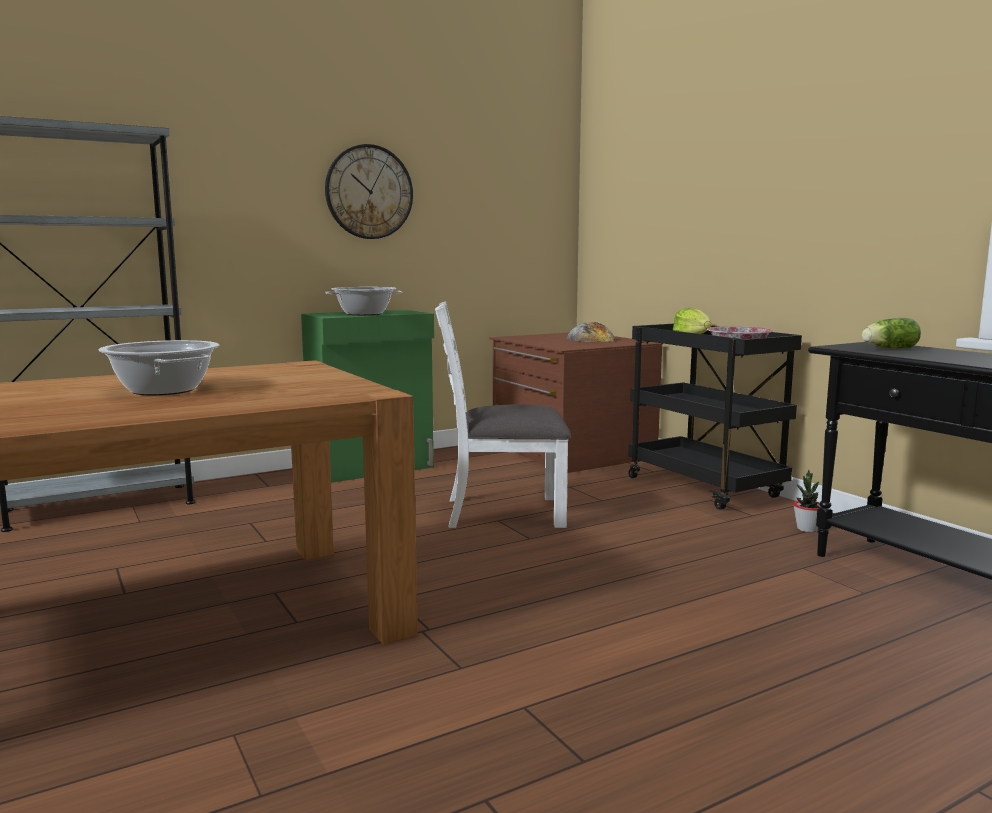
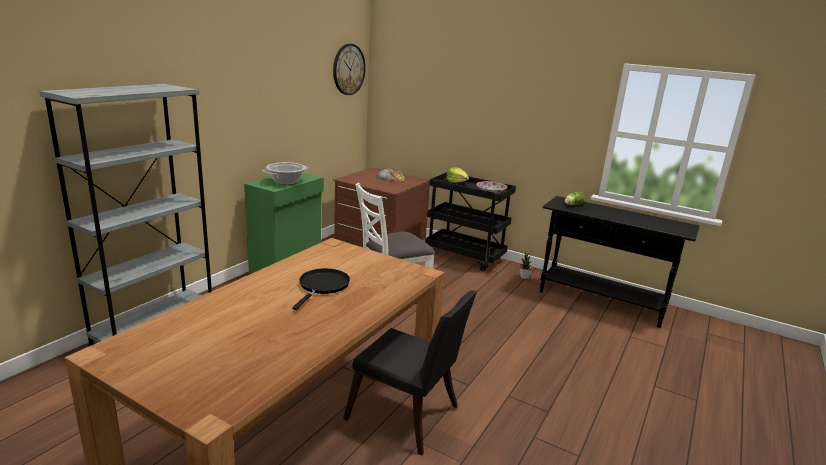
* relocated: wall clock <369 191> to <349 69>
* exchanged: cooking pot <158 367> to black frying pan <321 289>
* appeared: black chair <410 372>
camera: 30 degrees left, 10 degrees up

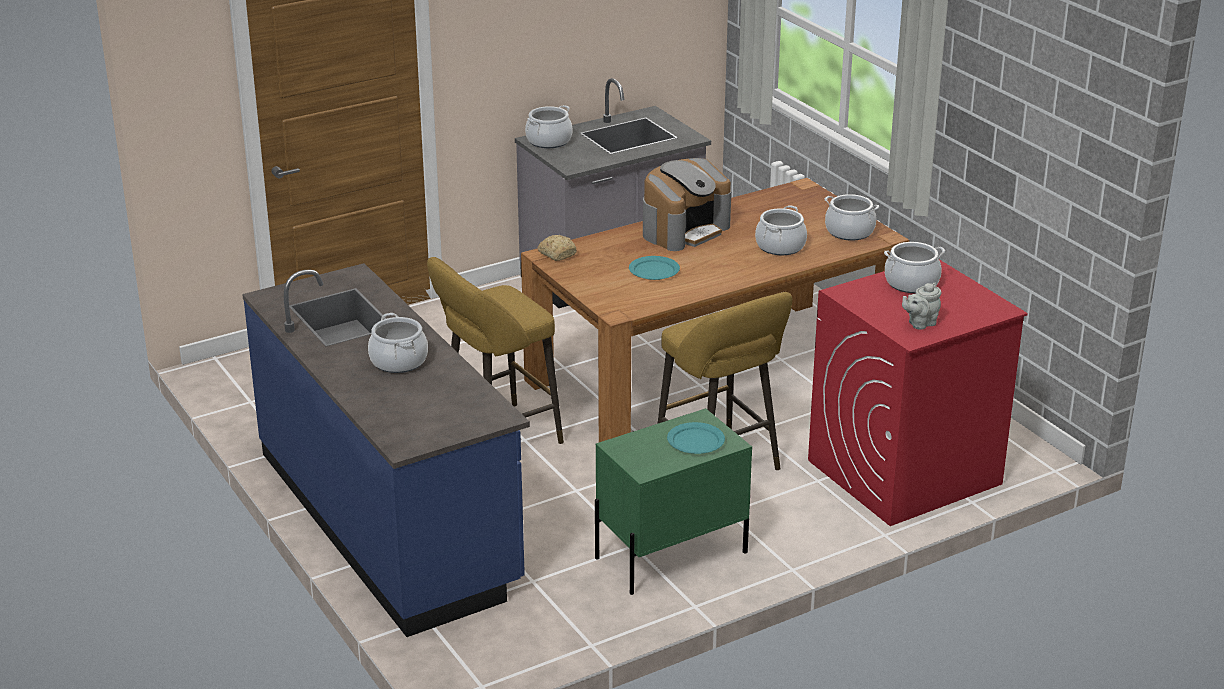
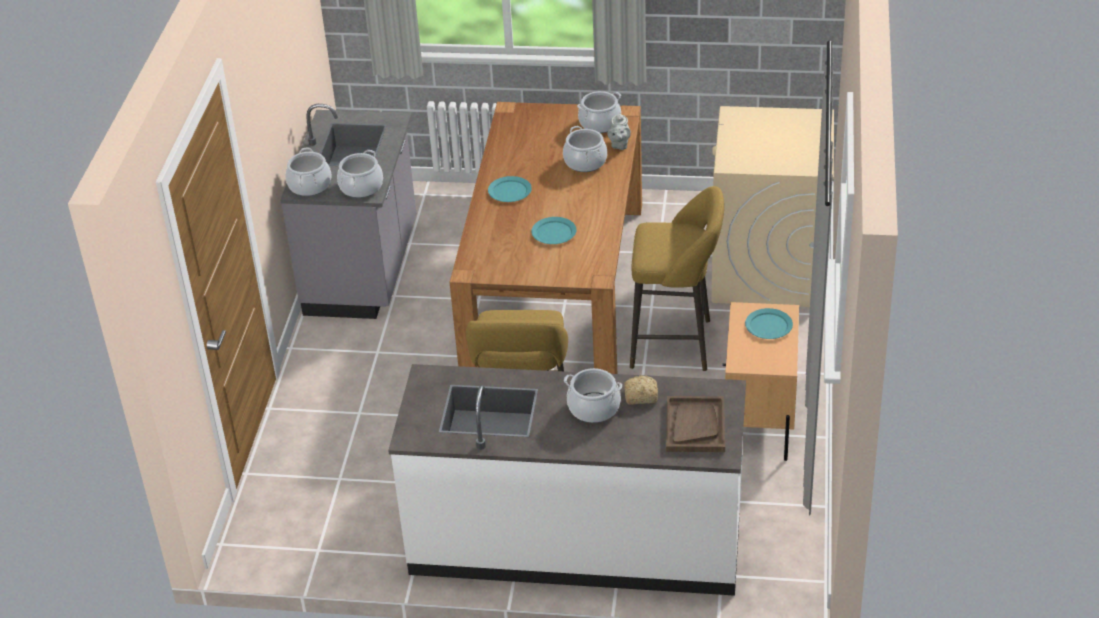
* exchanged: coffee machine <687 204> to turquoise plate <510 189>
* relocated: bread <557 248> to <641 390>
* relocated: cooking pot <914 267> to <360 174>
* colour: red washing machine <918 392> to beige washing machine <773 206>
* colour: blue counter <386 450> to white counter <567 480>
* relocated: grey teapot <921 306> to <619 131>
* colour: green nightstand <673 501> to beige nightstand <761 381>
* appeared: brown tray <695 424>
camera: 50 degrees left, 10 degrees up

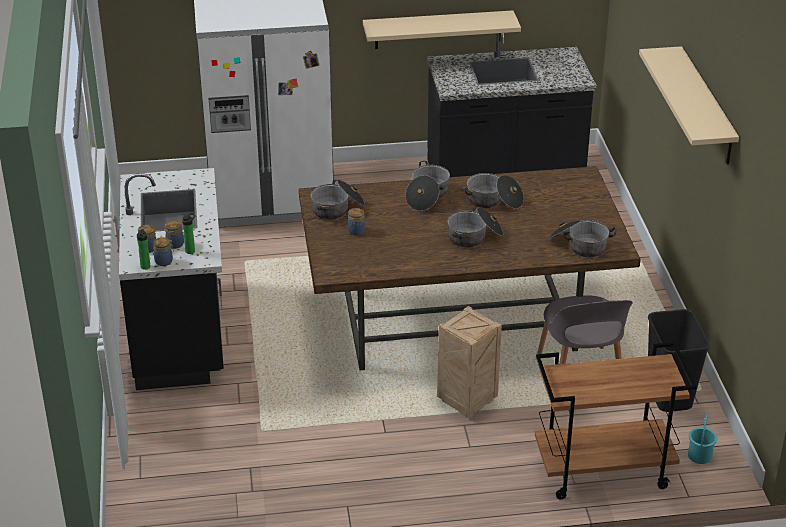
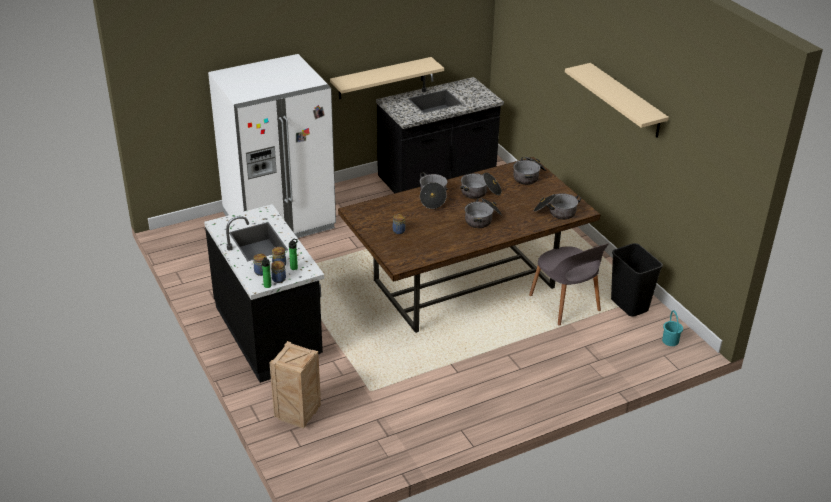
* relocated: cooking pot <337 200> to <529 171>
* relocated: crate <469 362> to <295 385>
* missing: brown cart <615 420>
camera: 20 degrees left, 0 degrees up

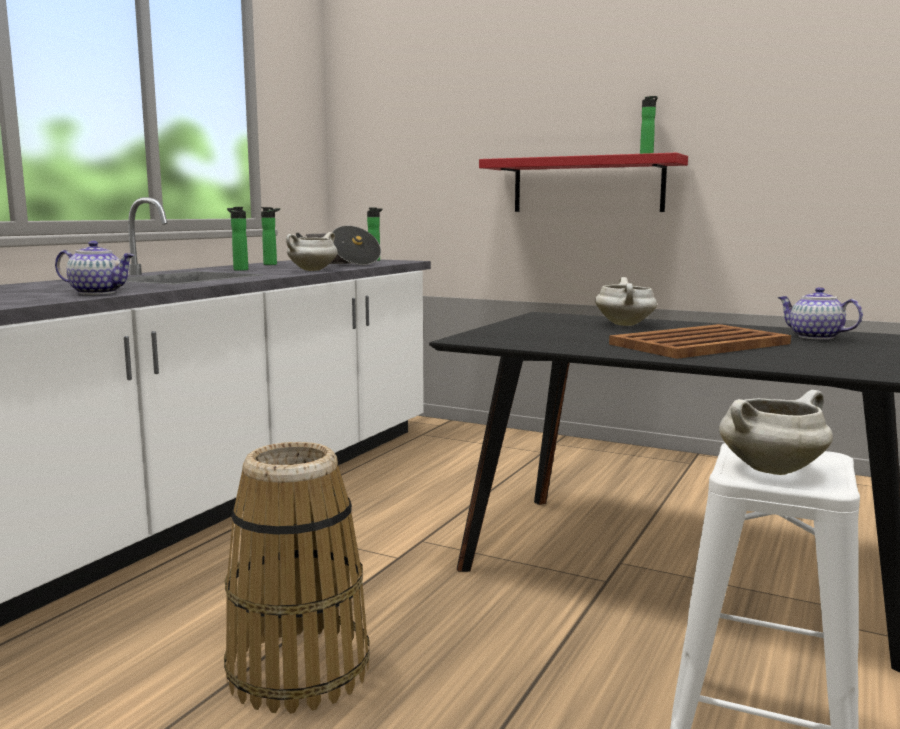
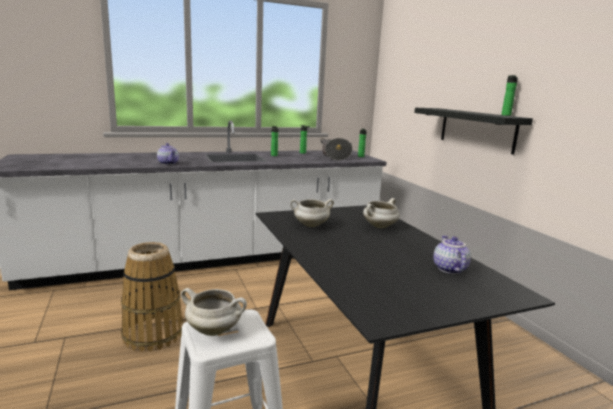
* colour: red shelf <583 182> to black shelf <473 131>
* relocated: white cooking pot <312 251> to <312 213>
* missing: brown tray <700 341>
camera: 40 degrees right, 5 degrees up

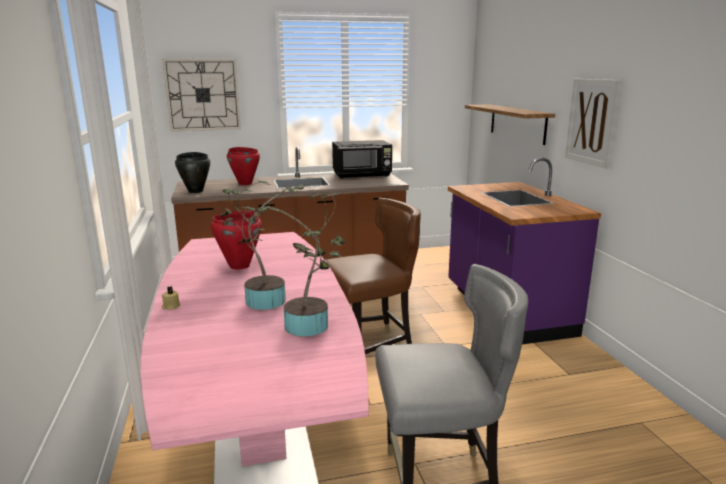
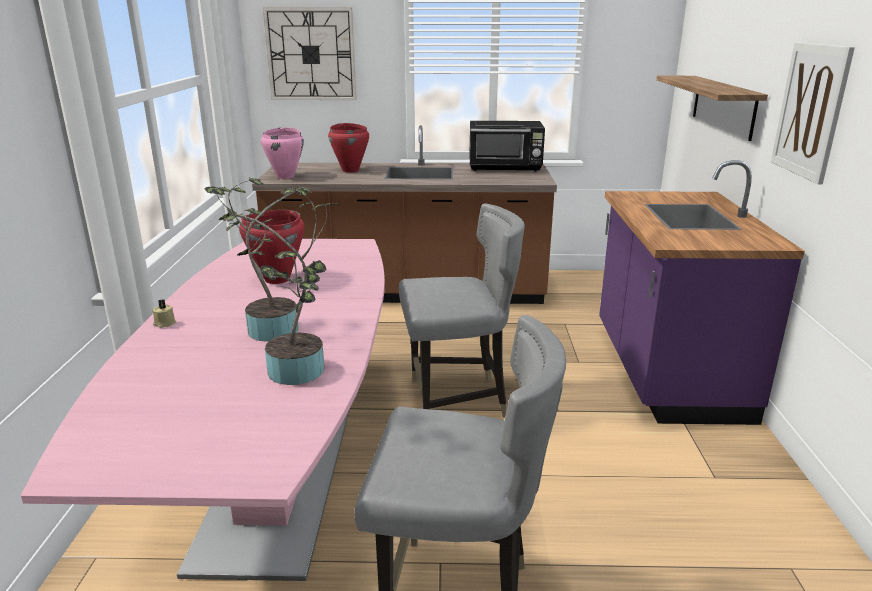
* colour: black cooking pot <193 172> to pink cooking pot <282 153>
* colour: brown chair <373 276> to grey chair <462 310>
camera: 15 degrees right, 5 degrees up

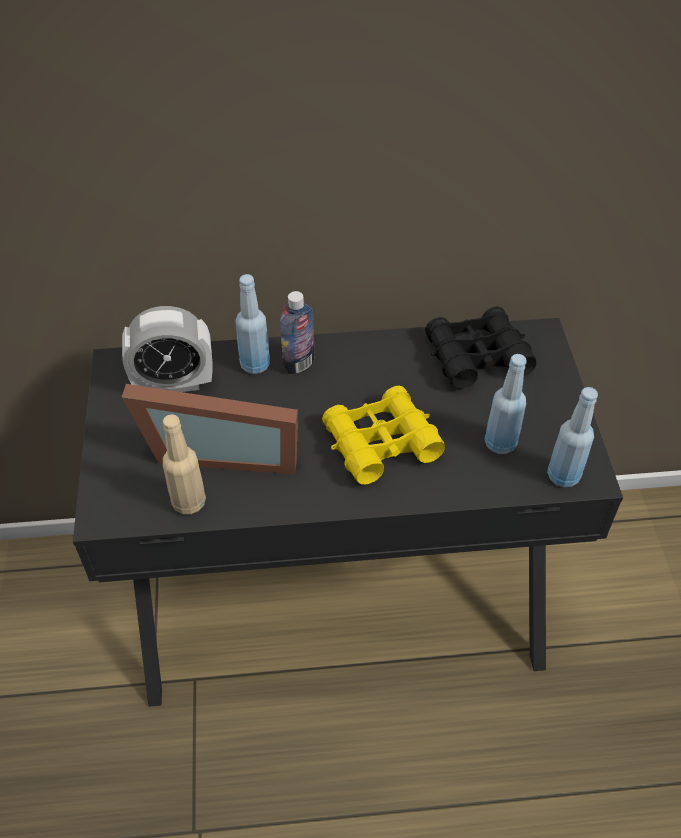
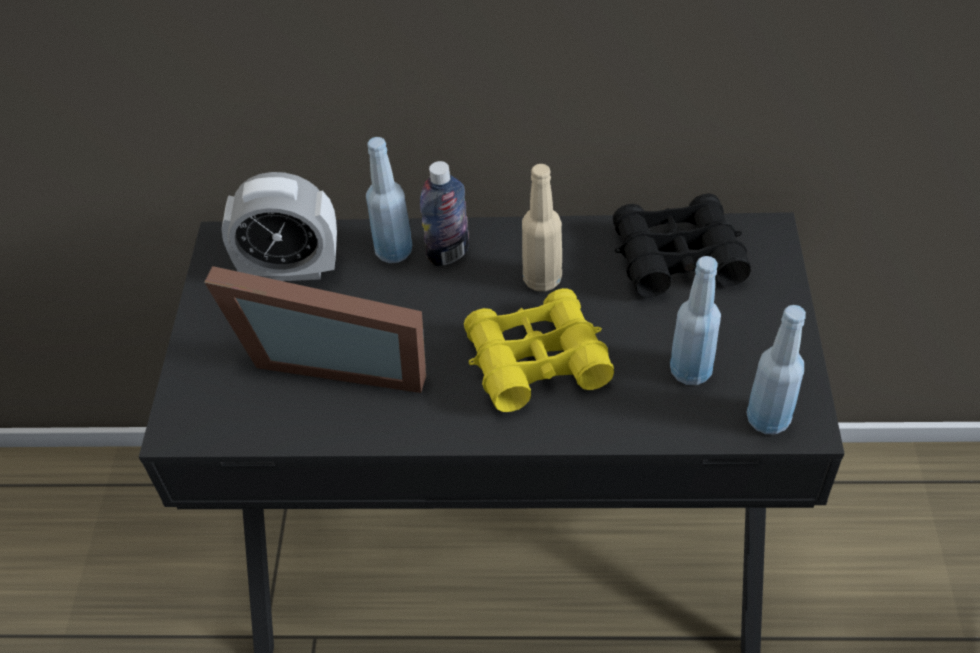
* relocated: beige bottle <184 464> to <542 228>
camera: 10 degrees right, 0 degrees up

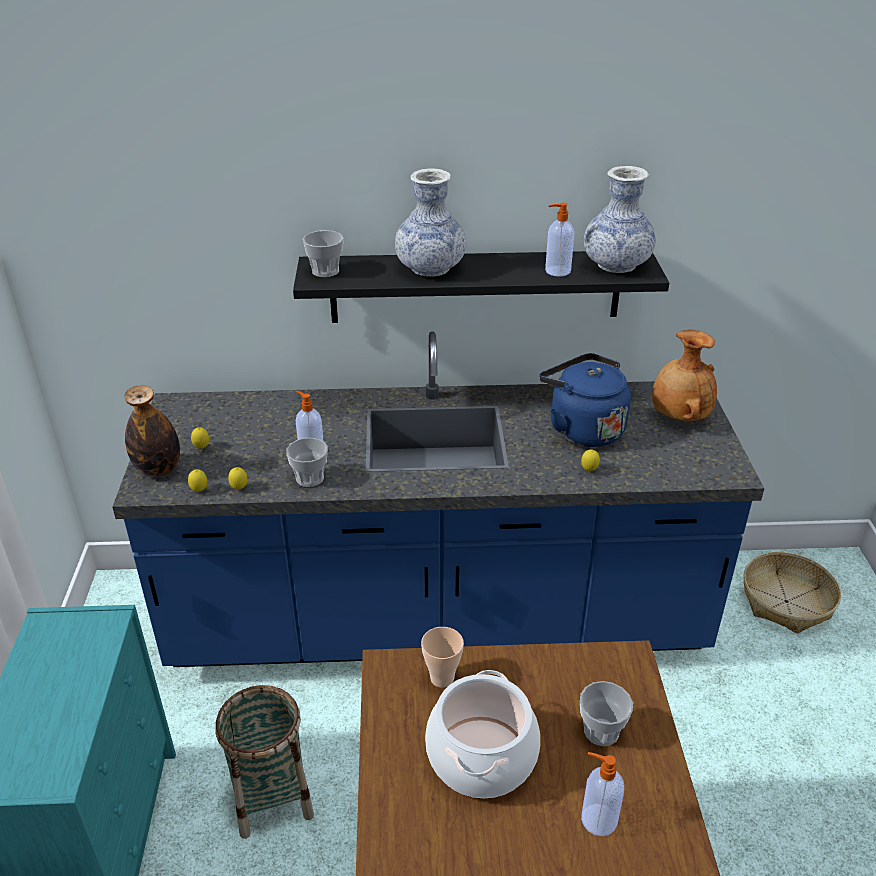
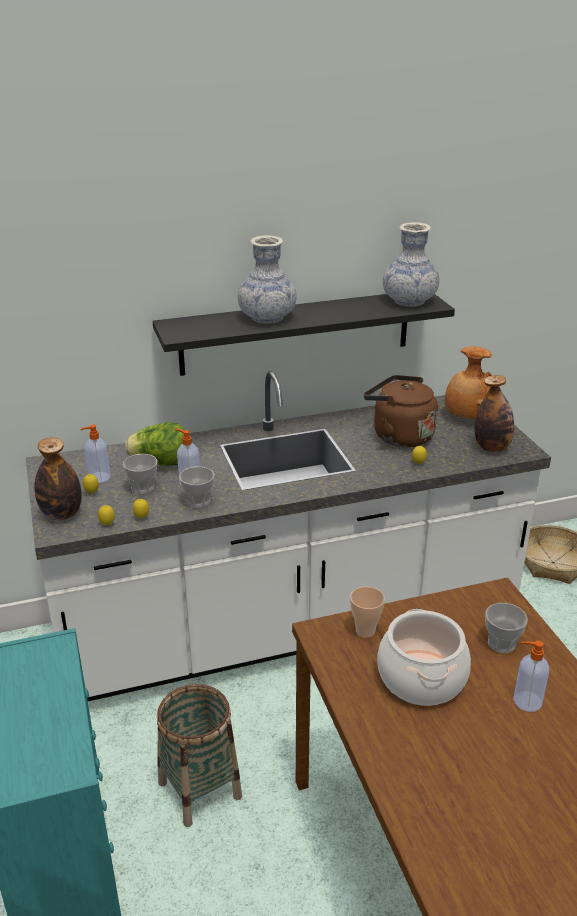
* relocated: soap dispenser <559 239> to <95 453>
* relocated: cup <323 253> to <140 474>
* colour: blue counter <438 499> to white counter <288 536>
* colour: blue kettle <585 400> to brown kettle <401 411>
* appeared: bottle <494 413>
* appeared: lettuce <154 444>
camera: 15 degrees left, 5 degrees down

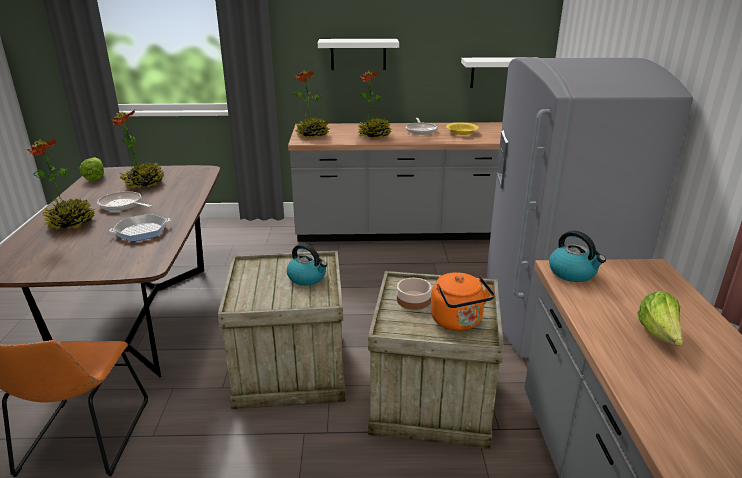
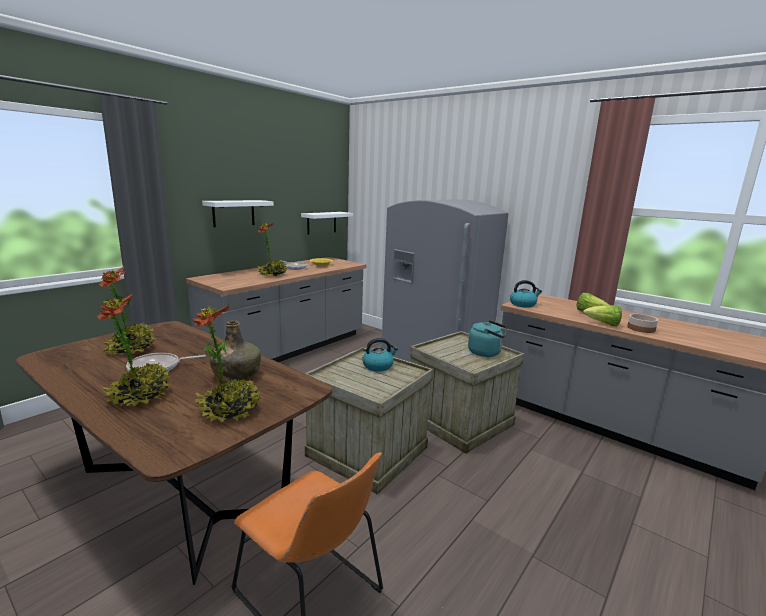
* relocated: potted plant <312 104> to <226 363>
* relocated: lettuce <92 169> to <602 315>
* exchanged: frying pan <139 228> to green bottle <235 350>
* colour: orange kettle <463 301> to turquoise kettle <487 338>
* relocated: bowl <414 294> to <642 323>
camera: 50 degrees left, 10 degrees down

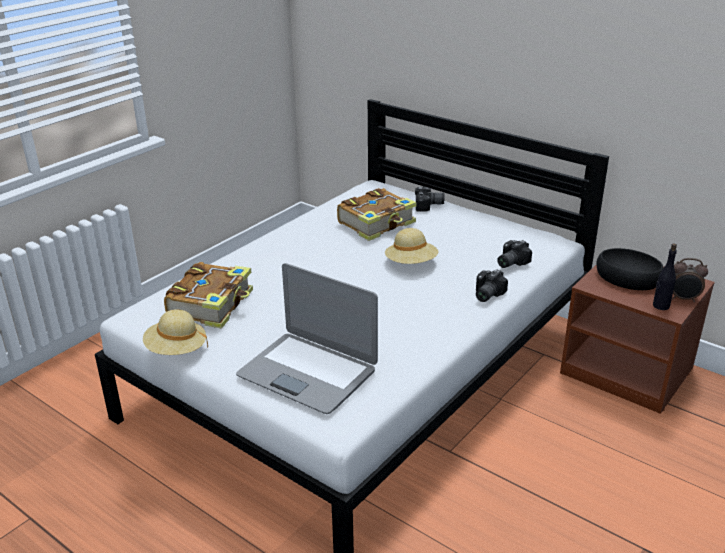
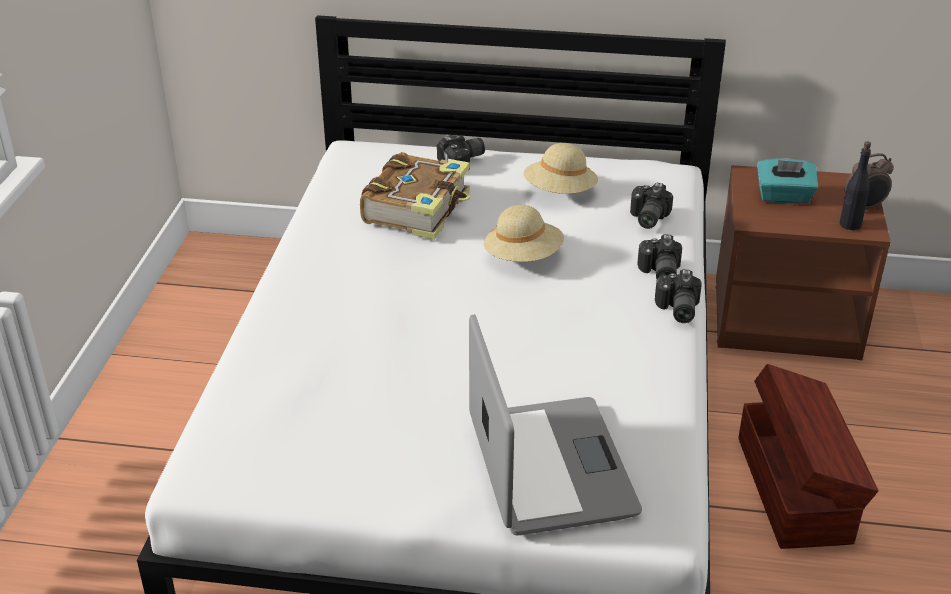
* exchanged: black bowl <630 269> to turquoise tissue box <787 181>
* missing: book <208 295>
* spun: laptop <307 338> = <555 424> 105 degrees counterclockwise
* relocated: beige hat <175 332> to <560 168>
* appeared: photo camera <678 296>
* appeared: brown storage box <808 456>
camera: 30 degrees left, 5 degrees up

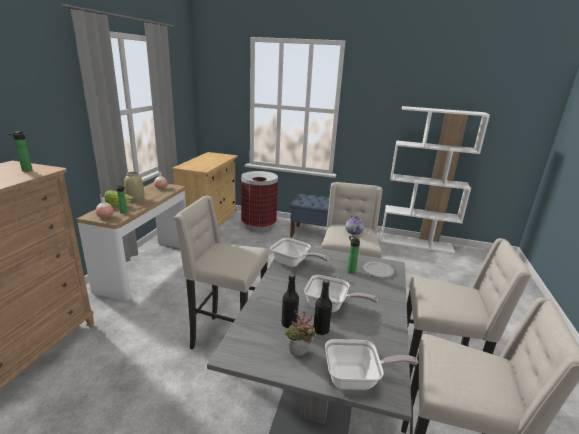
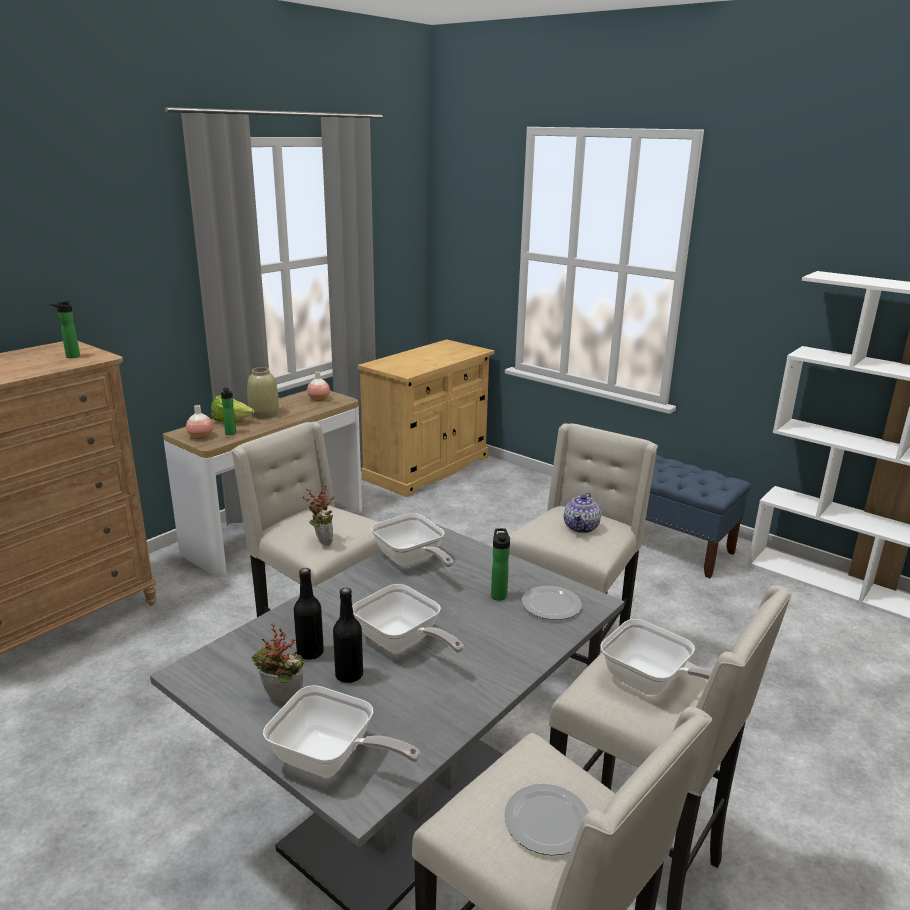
* missing: trash can <259 201>
* appeared: potted plant <318 515>
* appeared: frying pan <656 657>
* appeared: plate <546 819>
camera: 25 degrees right, 0 degrees up

